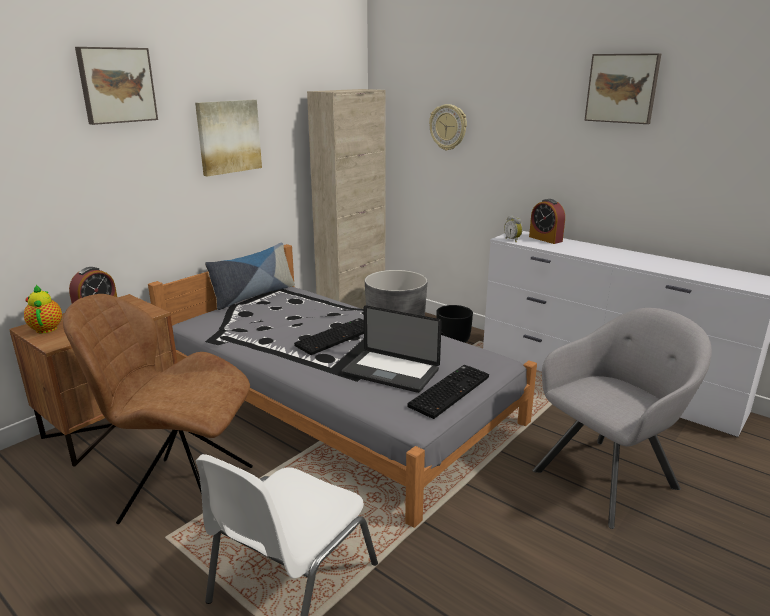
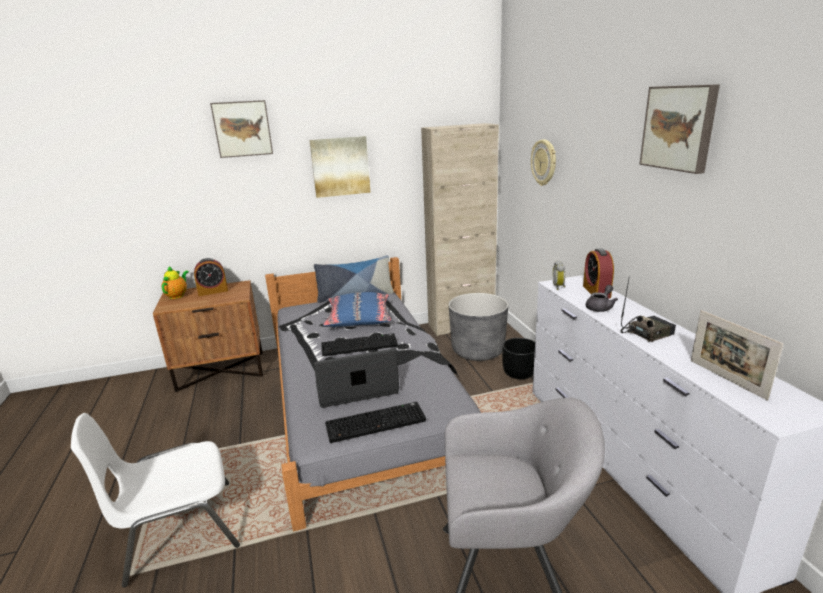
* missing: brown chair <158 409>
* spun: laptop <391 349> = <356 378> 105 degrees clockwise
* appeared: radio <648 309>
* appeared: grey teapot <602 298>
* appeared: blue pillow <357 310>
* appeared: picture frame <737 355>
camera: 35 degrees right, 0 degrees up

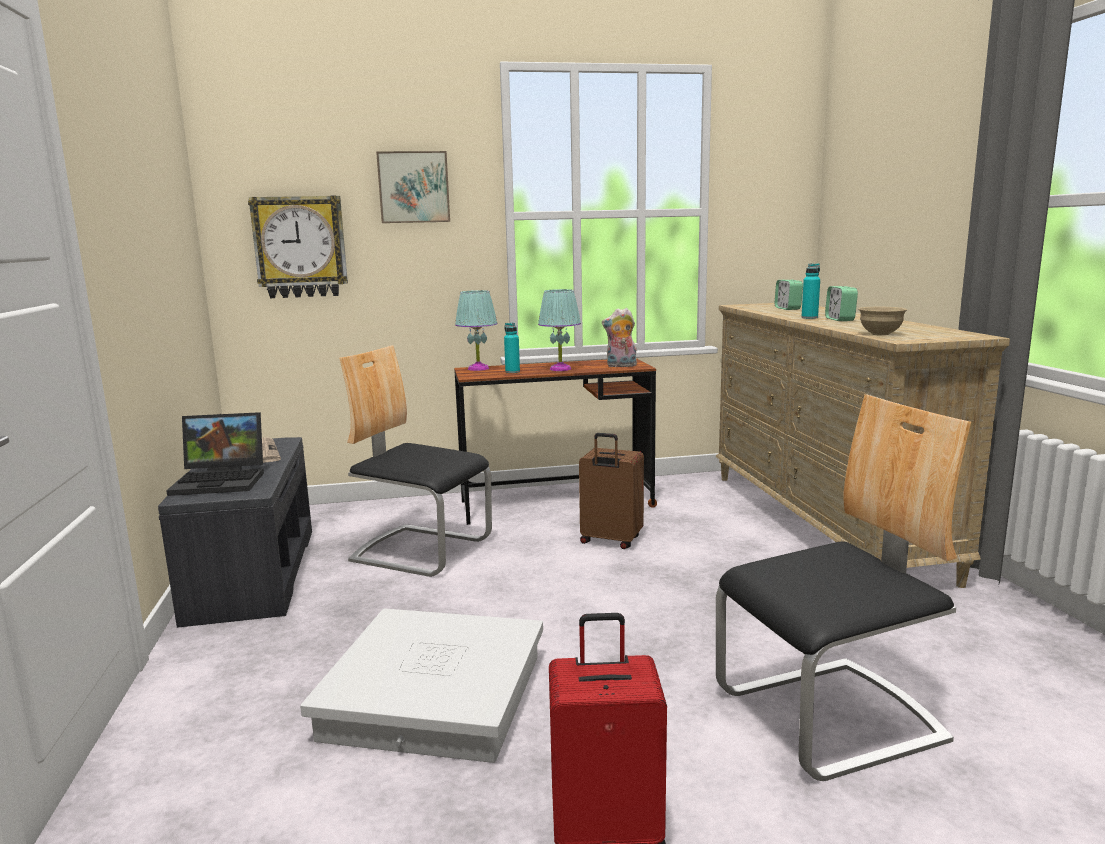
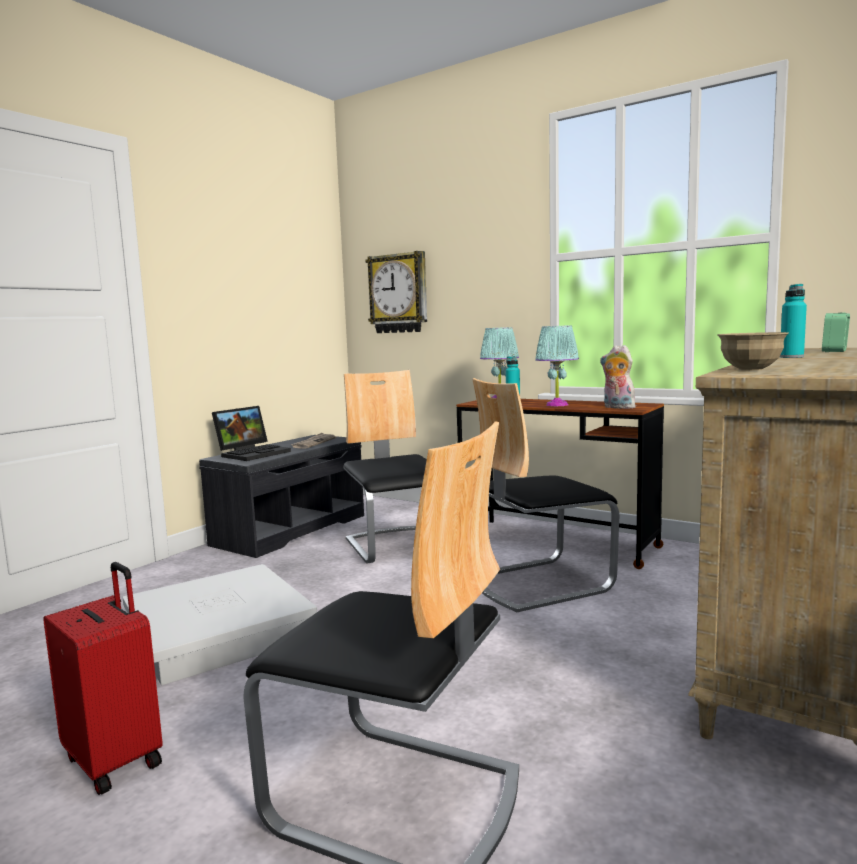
* missing: picture <413 187>
* missing: alarm clock <841 303>
* spun: laptop <215 454> = <251 433> 90 degrees counterclockwise
* exchanged: brown suitcase <611 491> to chair <545 495>
camera: 45 degrees right, 5 degrees down

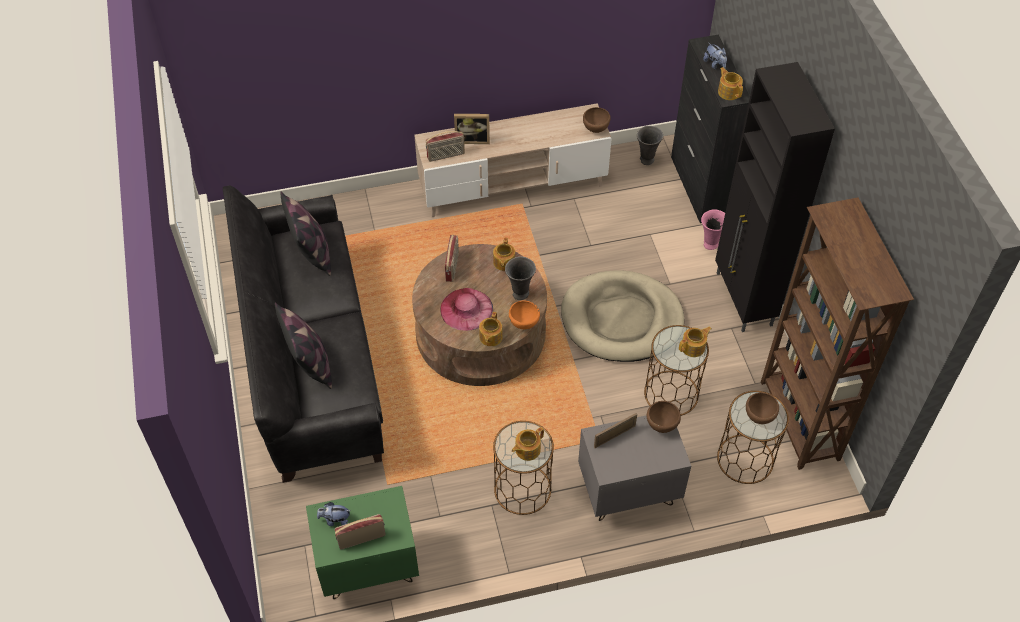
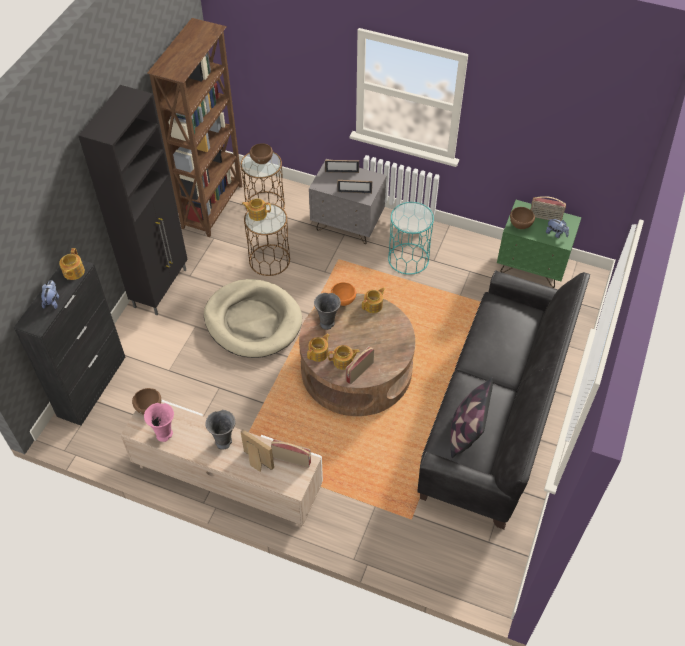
* relocated: grey vase <650 145> to <220 430>
* relocated: pink vase <713 229> to <159 422>
* missing: pink hat <466 309>
* missing: pillow <303 345>
* relocated: brown bowl <664 417> to <522 218>
* colour: brown side table <523 468> to turquoise side table <411 238>
* relocated: teapot <528 444> to <344 357>
* appeared: picture frame <342 166>
camera: 145 degrees left, 0 degrees up

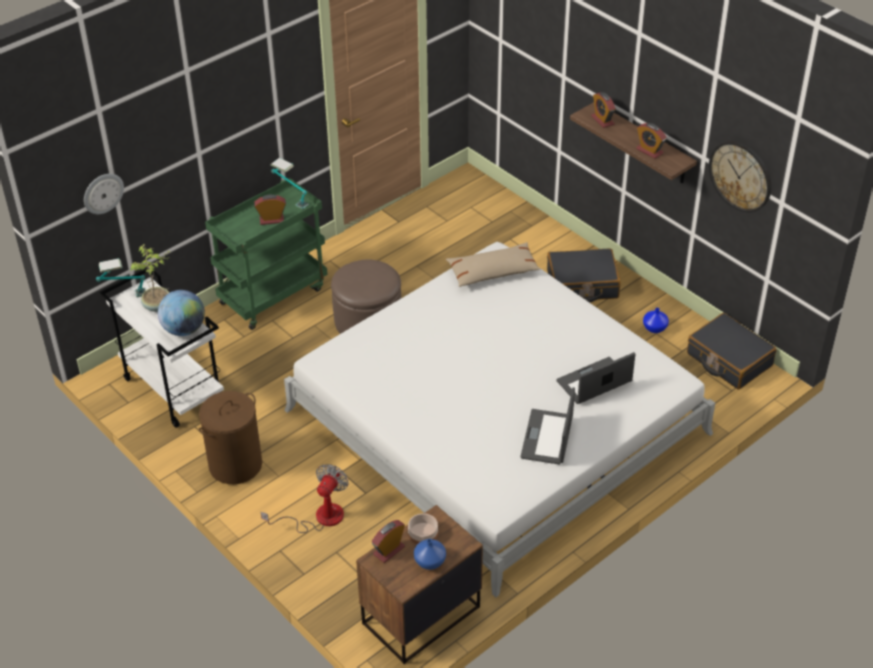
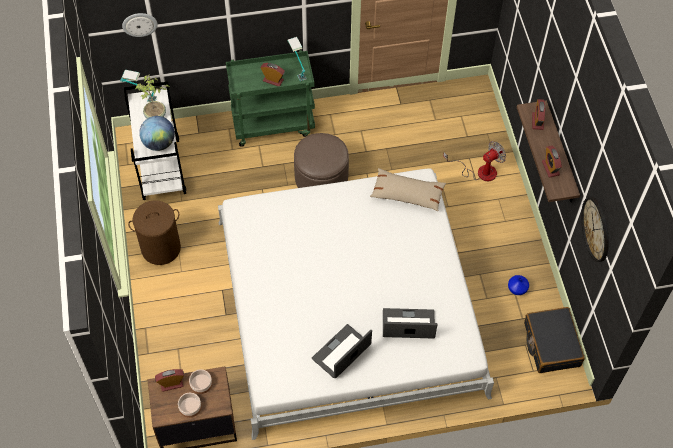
* missing: black suitcase <584 275>
* relocated: fan <305 498> to <474 161>
* exchanged: blue vase <430 554> to bowl <189 405>
camera: 30 degrees right, 15 degrees up

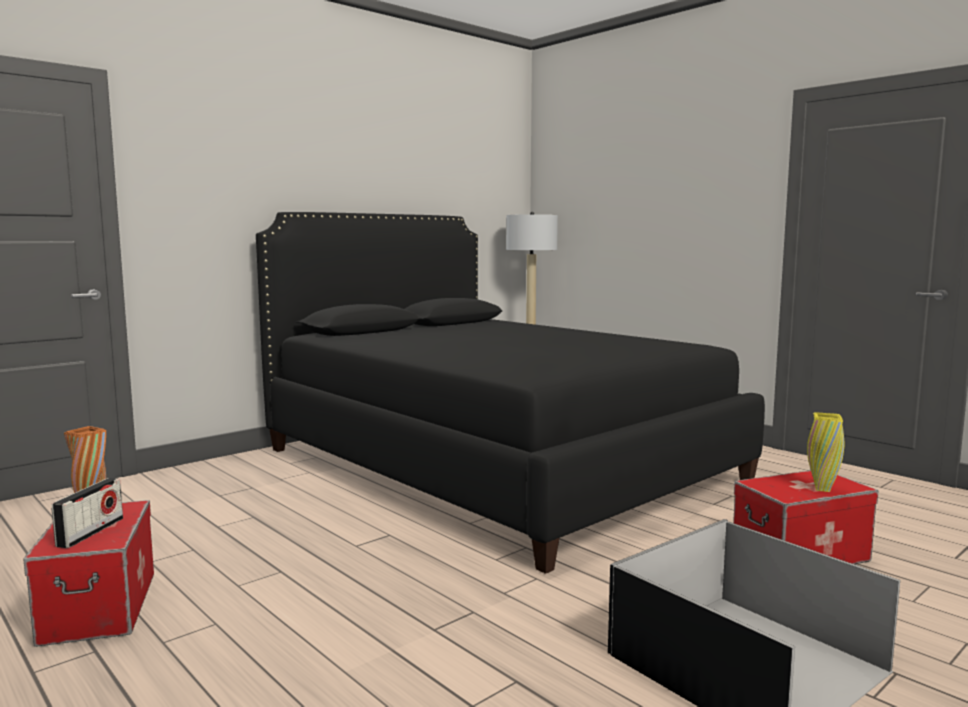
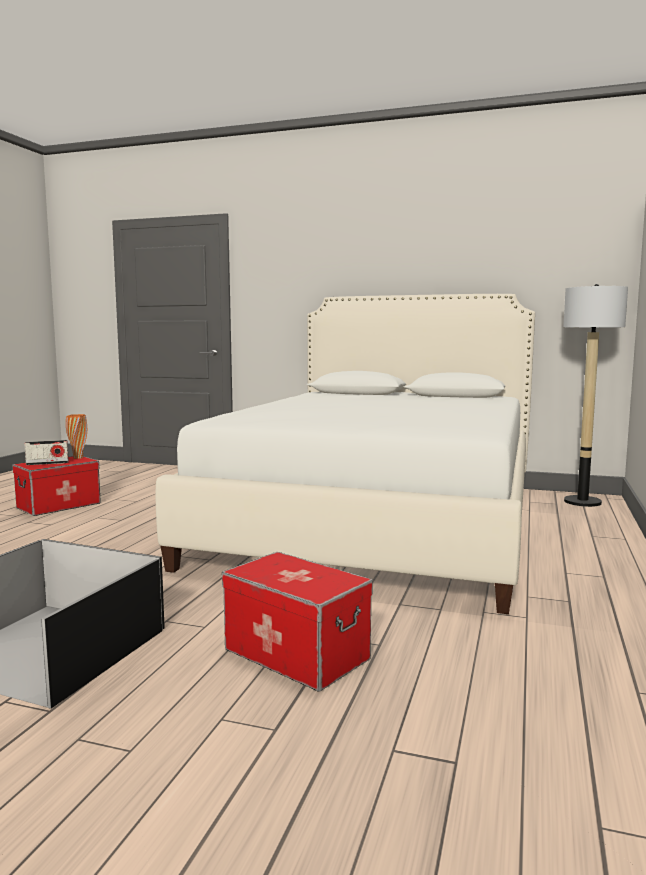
* colour: black bed <510 393> to white bed <345 454>
* missing: yellow vase <825 452>
camera: 60 degrees right, 0 degrees up

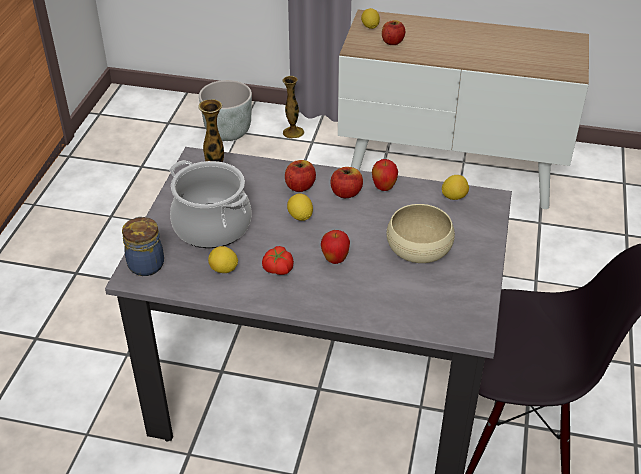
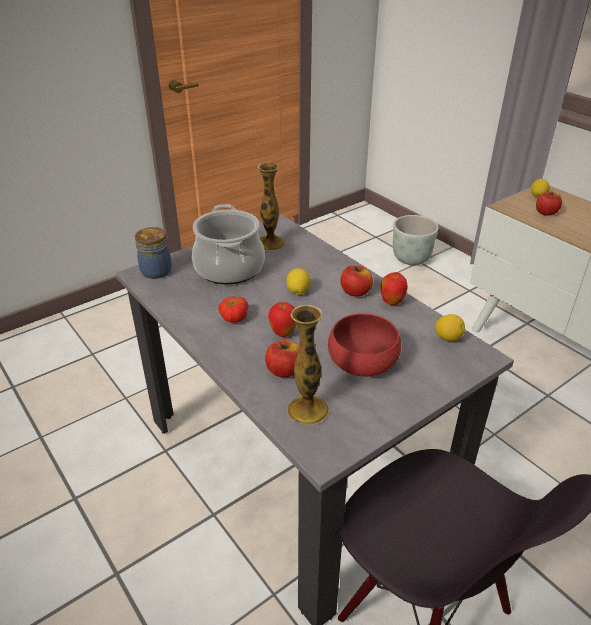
* relocated: vase <293 107> to <308 365>
* relocated: apple <300 176> to <282 358>
* colour: beige bowl <421 233> to red bowl <364 345>
* missing: lemon <223 259>
camera: 40 degrees right, 5 degrees down

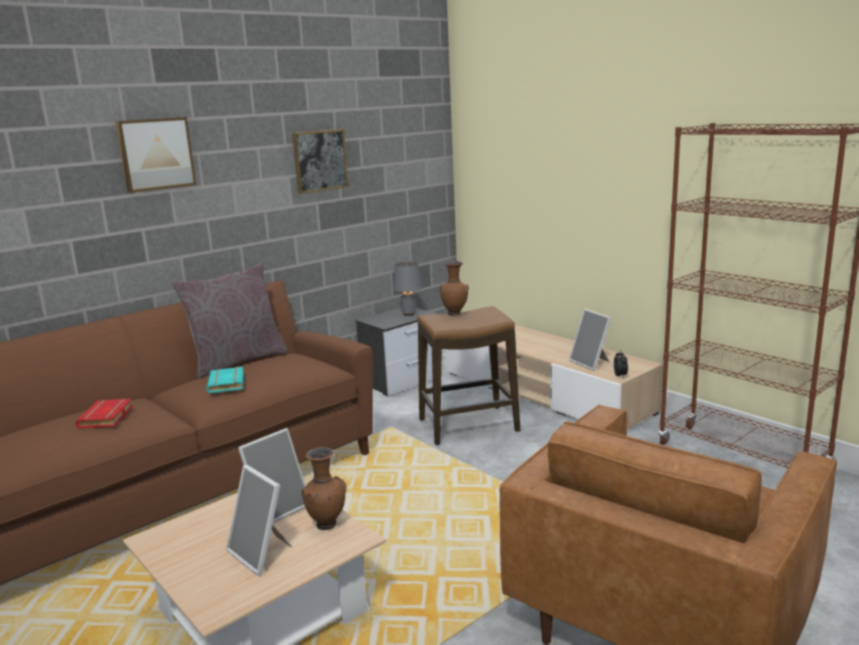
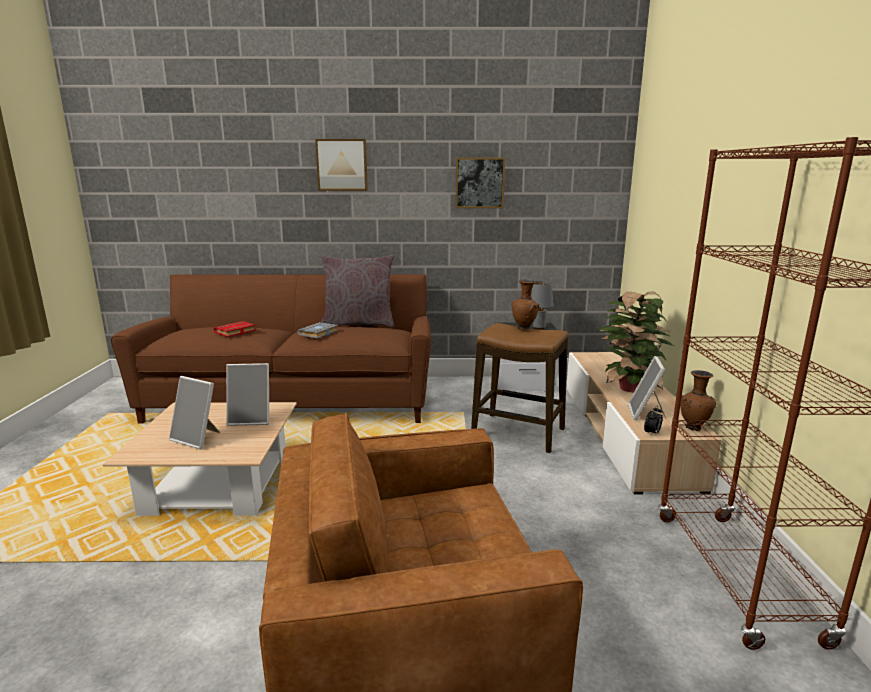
* colour: turquoise book <225 380> to grey book <318 330>
* relocated: brown vase <324 488> to <698 400>
* spun: picture frame <259 520> = <195 413> 60 degrees counterclockwise
* appeared: potted plant <635 342>
camera: 40 degrees right, 0 degrees up

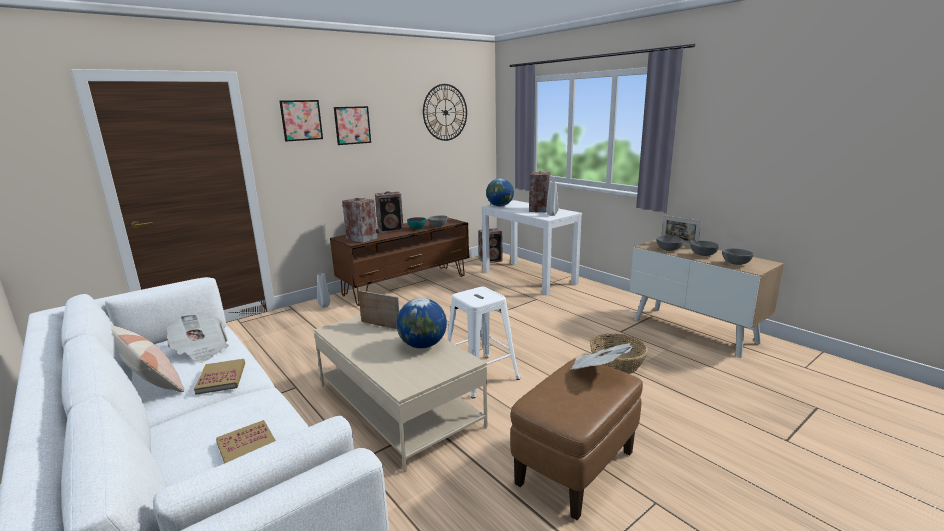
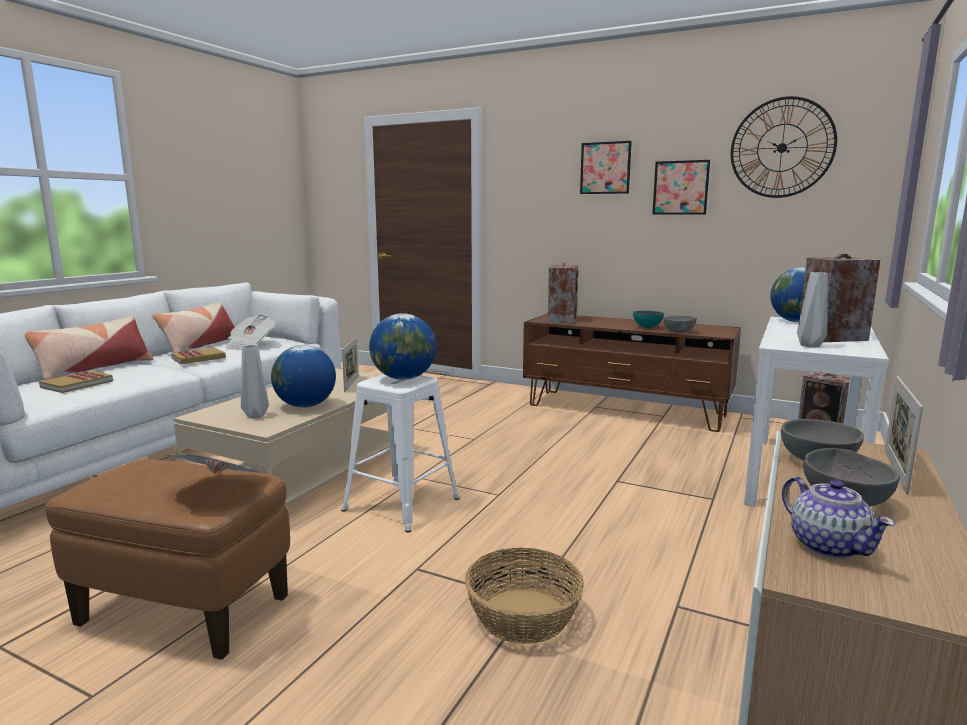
* relocated: picture <301 121> to <681 187>
* missing: speaker <389 212>
* exchanged: grey bowl <737 256> to teapot <838 517>
* relocated: grey vase <324 290> to <255 382>
* appeared: globe <402 346>
* appeared: pillow <89 347>
camera: 65 degrees right, 5 degrees down

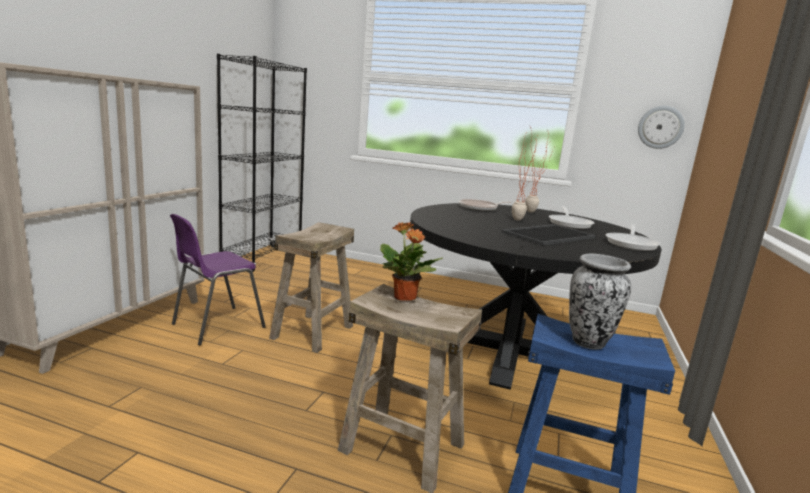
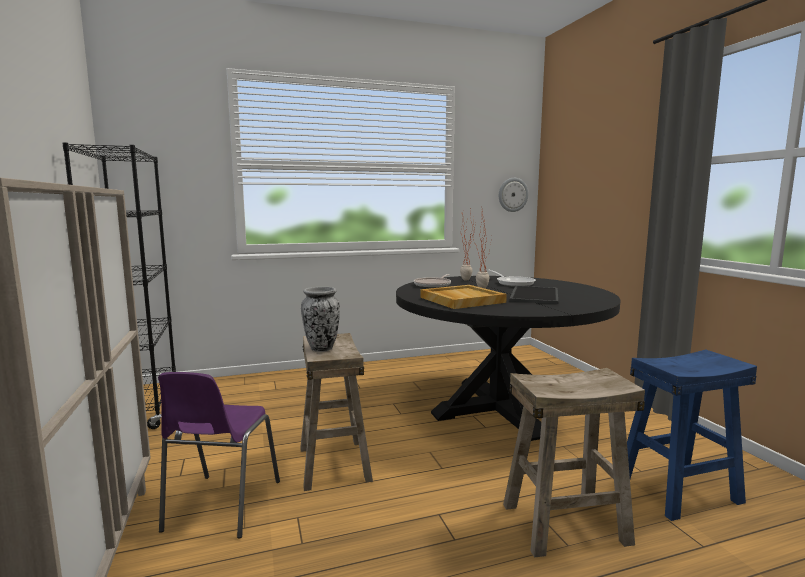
* missing: potted plant <411 261>
* missing: frying pan <633 237>
* relocated: vase <600 301> to <320 319>
* appeared: beige tray <463 297>
camera: 35 degrees left, 5 degrees down

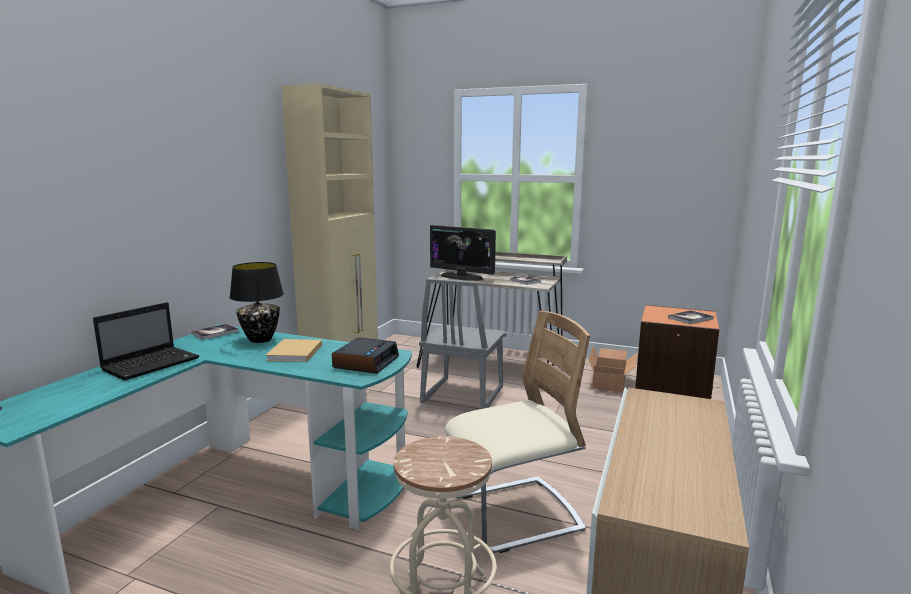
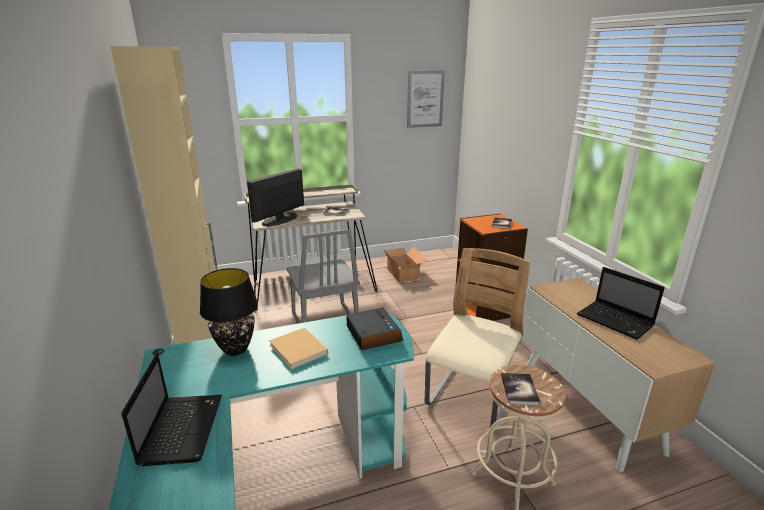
* spun: monitor <463 253> = <275 197> 135 degrees clockwise
* relocated: book <215 332> to <521 389>
* appeared: picture <426 99>
* appeared: laptop <621 303>
camera: 40 degrees left, 10 degrees up

